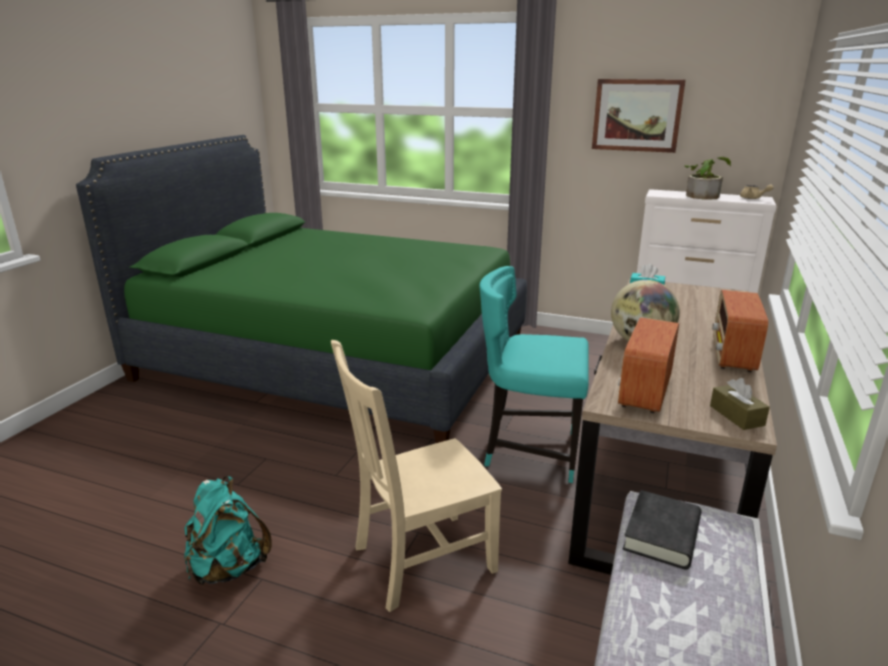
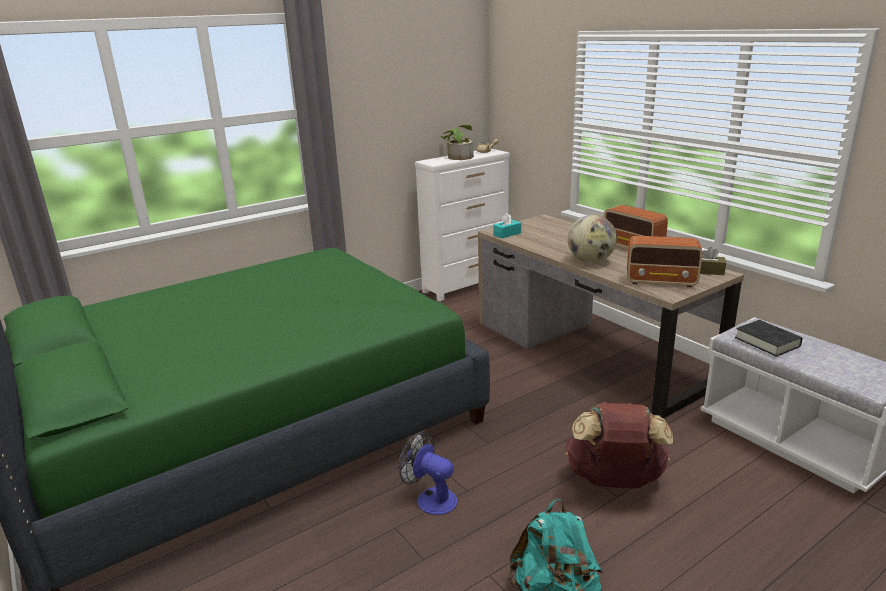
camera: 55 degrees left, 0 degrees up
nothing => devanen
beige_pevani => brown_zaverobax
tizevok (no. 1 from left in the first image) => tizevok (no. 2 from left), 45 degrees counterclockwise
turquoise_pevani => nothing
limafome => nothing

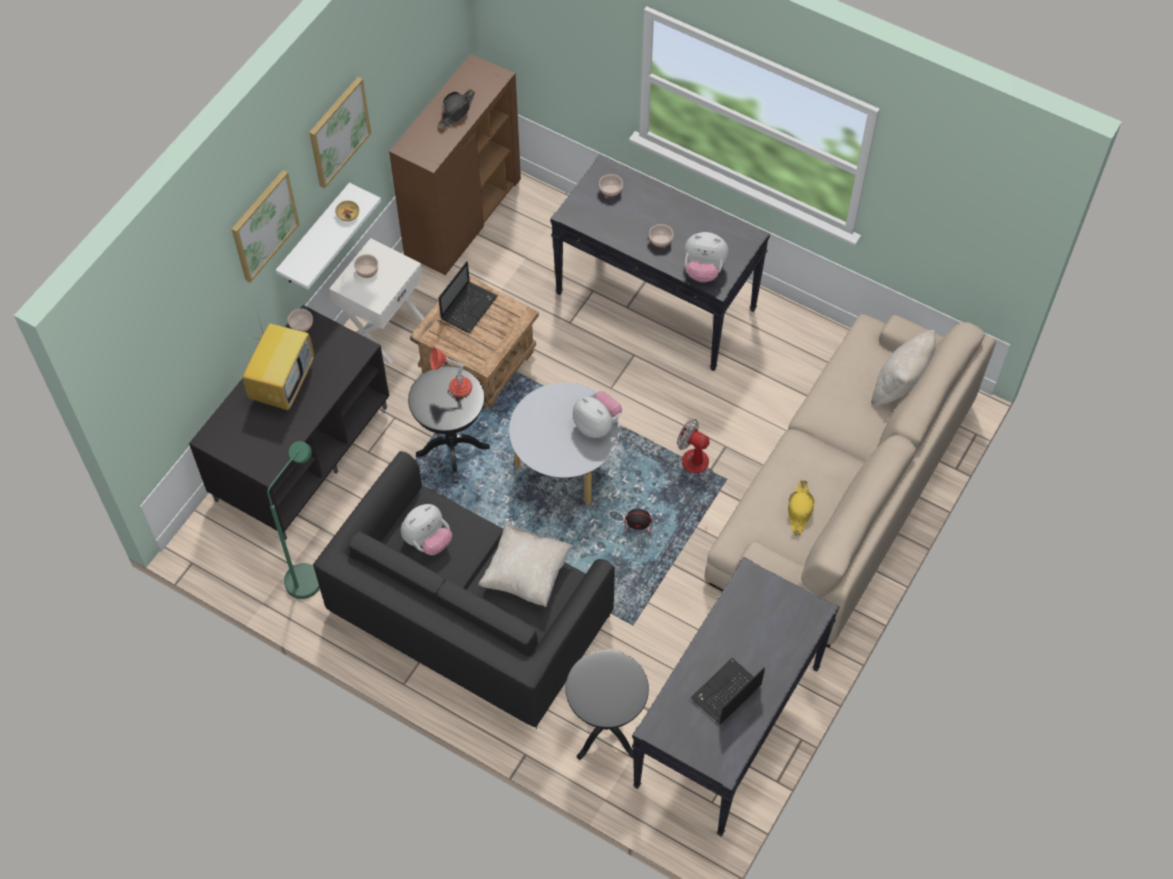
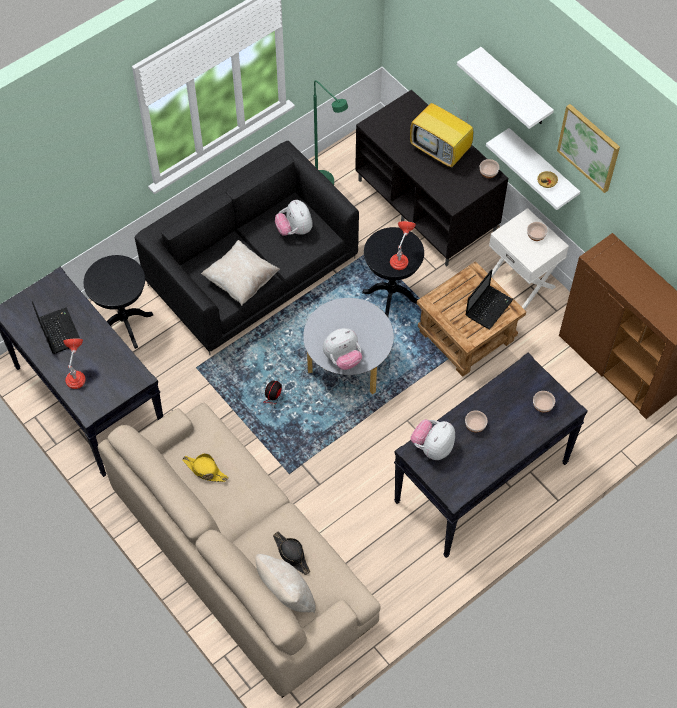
camera: 110 degrees right, 0 degrees up
nothing => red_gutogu (no. 1 from left)
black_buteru, relocated
limafome (no. 1 from left) => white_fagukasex (no. 1 from left)
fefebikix (no. 1 from left in the first image) => fefebikix (no. 2 from left), 105 degrees counterclockwise
devanen (no. 2 from left) => nothing

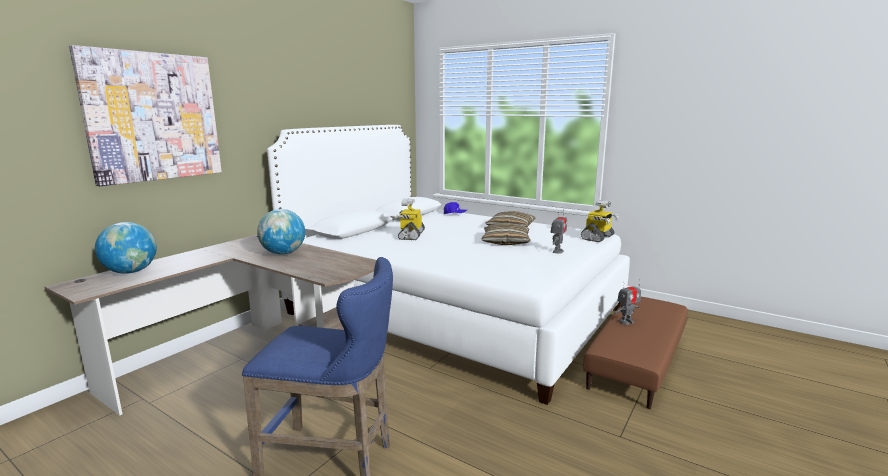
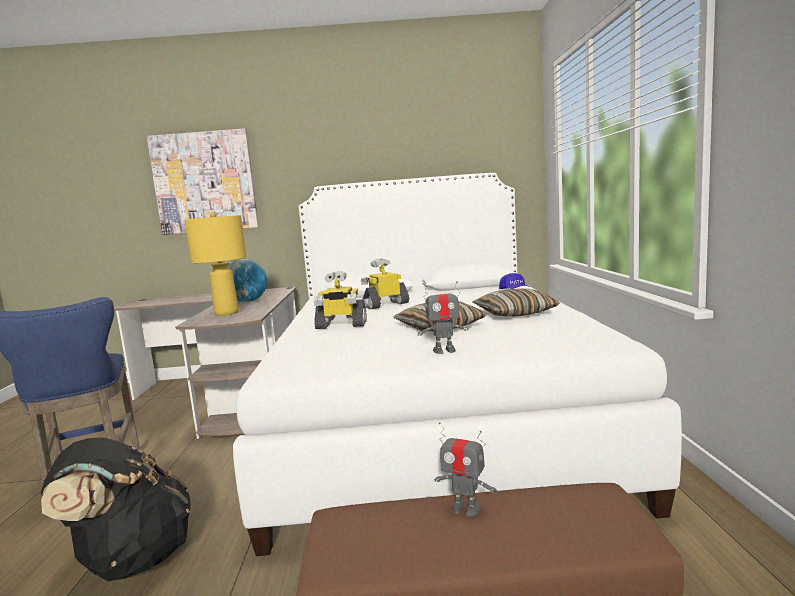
camera: 55 degrees right, 5 degrees down
nothing => black_zaverobax
nothing => yellow_gutogu
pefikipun (no. 3 from left in the first image) => pefikipun (no. 1 from left), relocated
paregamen (no. 1 from left) => nothing

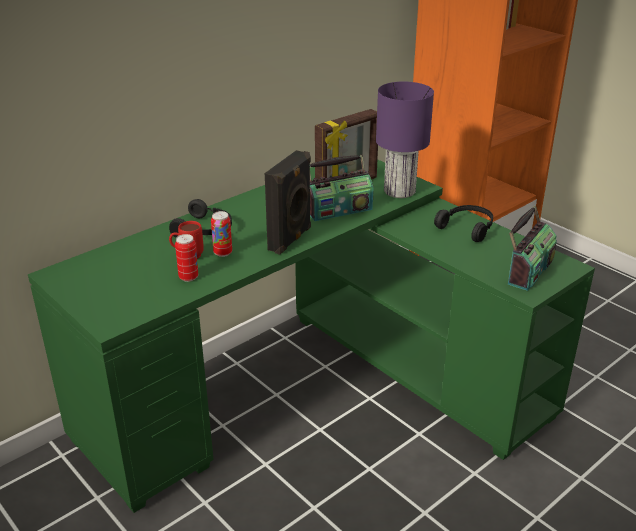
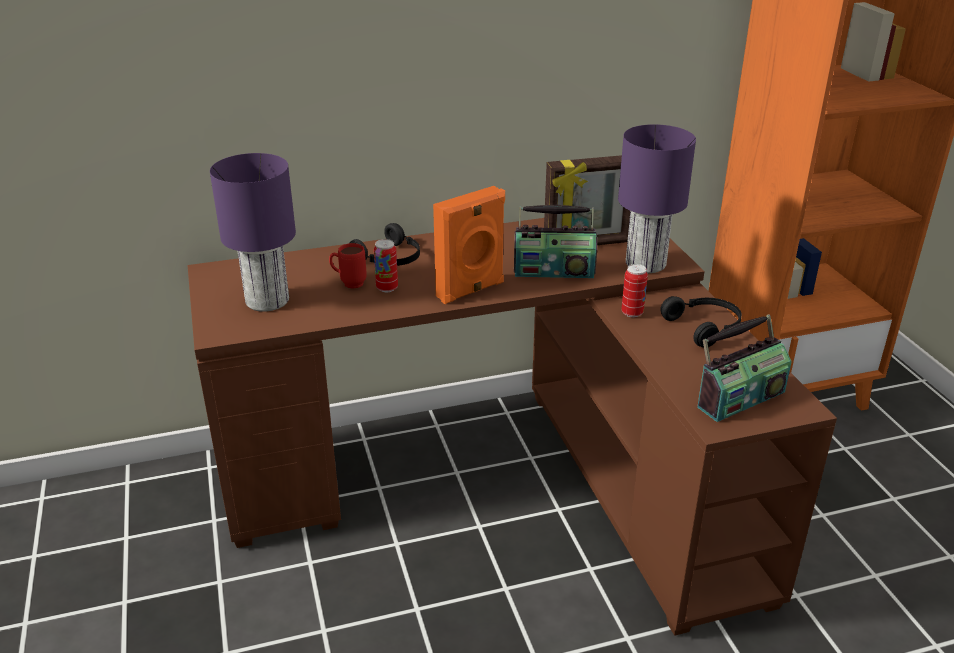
camera: 25 degrees right, 0 degrees up
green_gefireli => brown_gefireli
nothing => purple_gutogu (no. 1 from left)
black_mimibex => orange_mimibex
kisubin (no. 1 from left in the first image) => kisubin (no. 2 from left), relocated

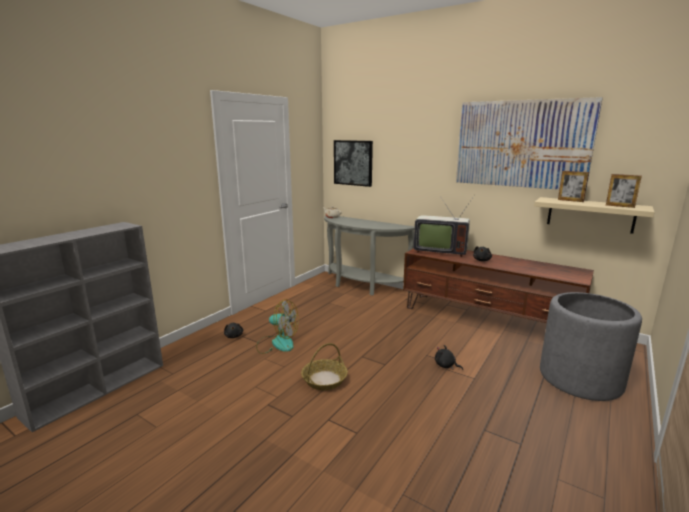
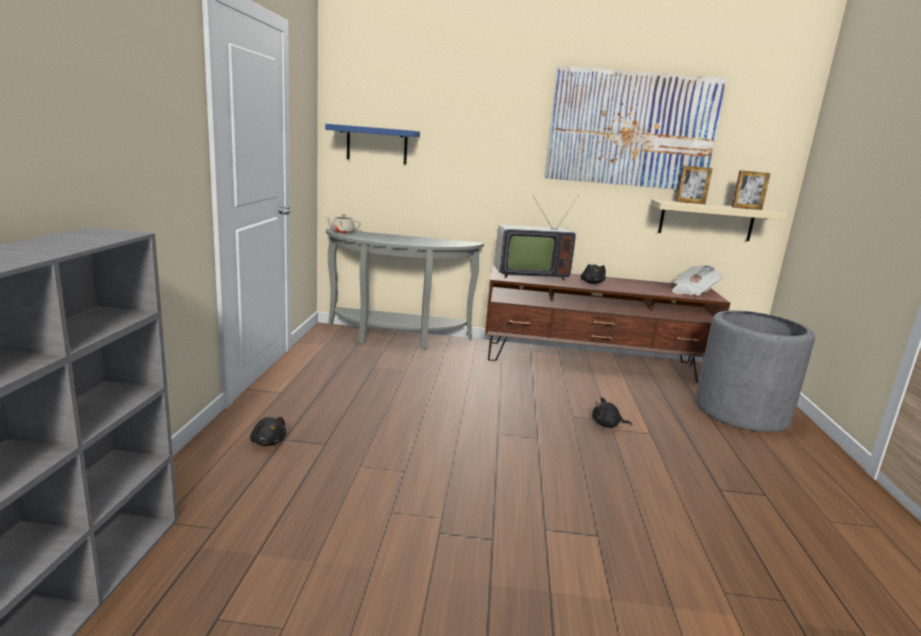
camera: 30 degrees left, 0 degrees up
limafome (no. 1 from left) => blue_fagukasex
nothing => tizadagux
devanen => nothing
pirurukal => nothing

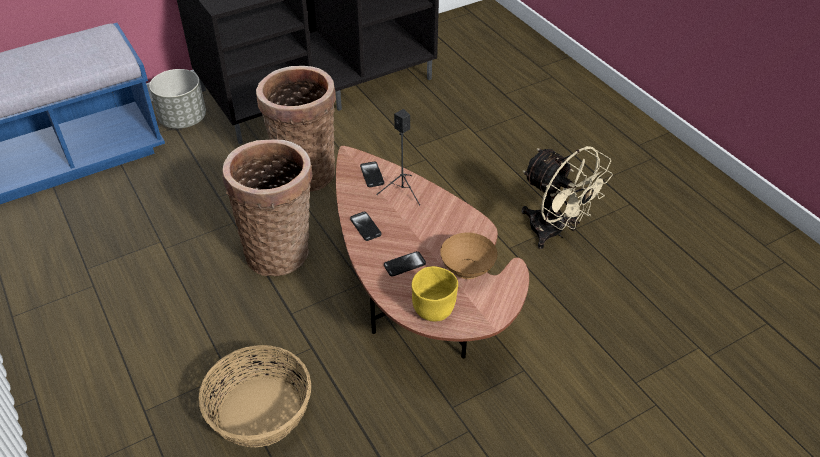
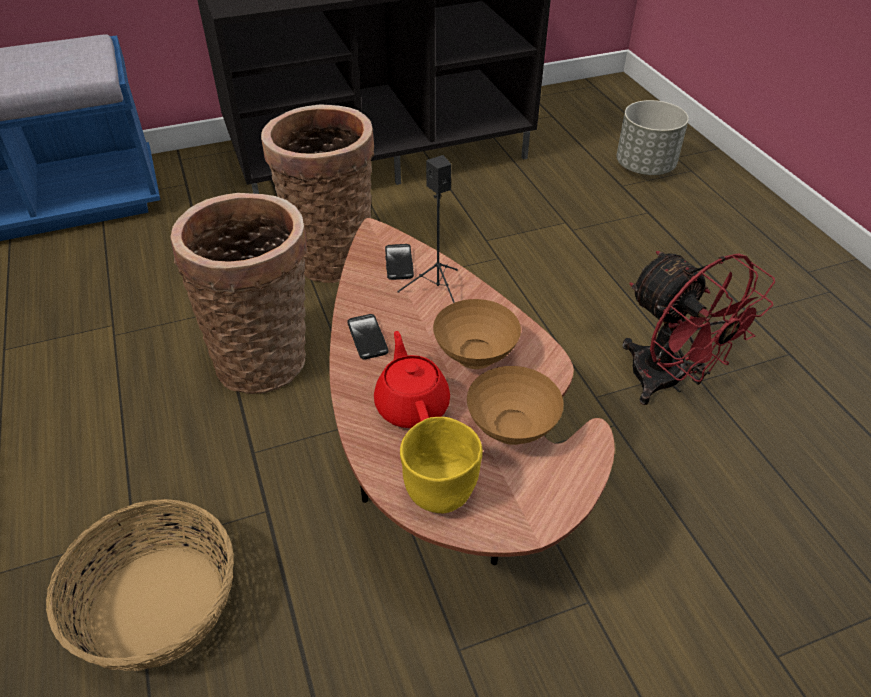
camera: 10 degrees right, 0 degrees up
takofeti (no. 3 from left) => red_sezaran
nothing => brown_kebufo (no. 1 from left)
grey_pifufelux, relocated
beige_devanen => red_devanen

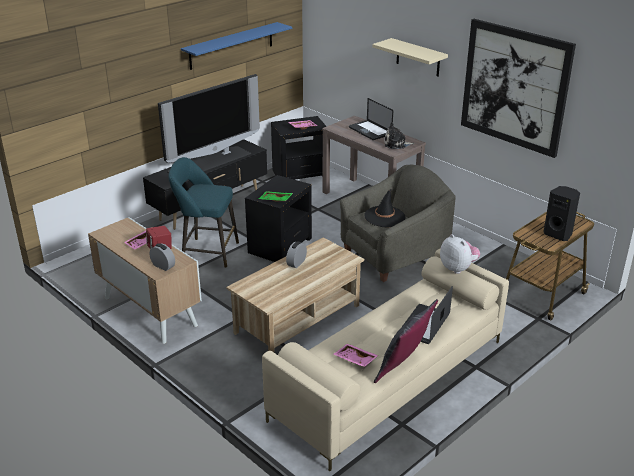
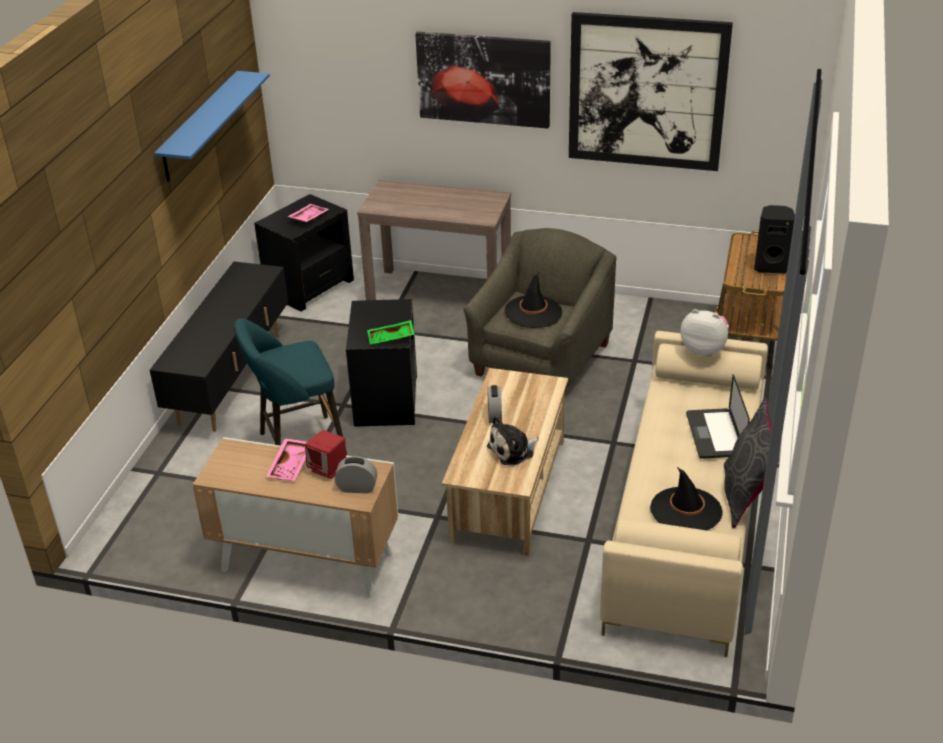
camera: 30 degrees left, 5 degrees up
beige_fagukasex => limafome (no. 1 from left)
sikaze (no. 1 from left), relocated
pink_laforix (no. 3 from left) => black_buteru (no. 2 from left)
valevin => nothing
fefebikix (no. 1 from left) => nothing

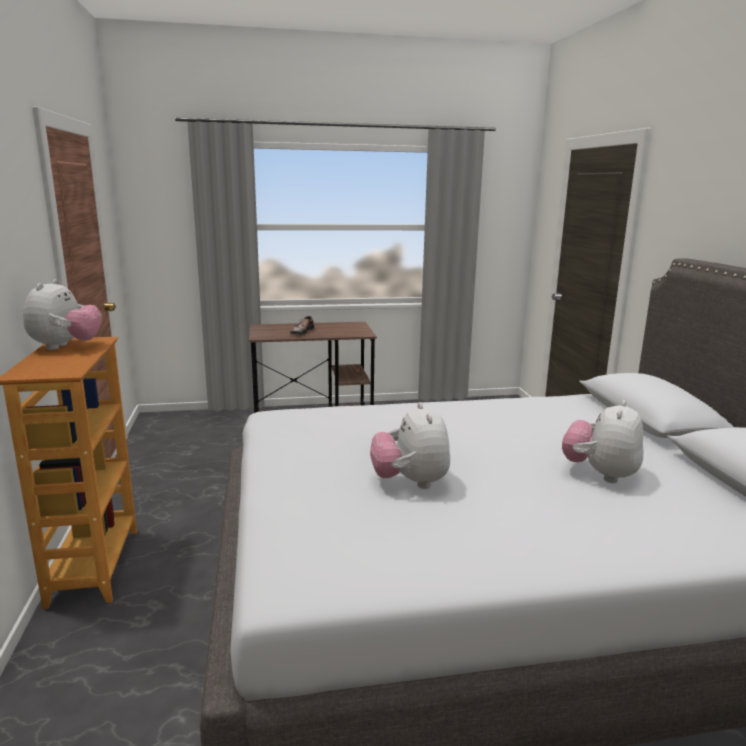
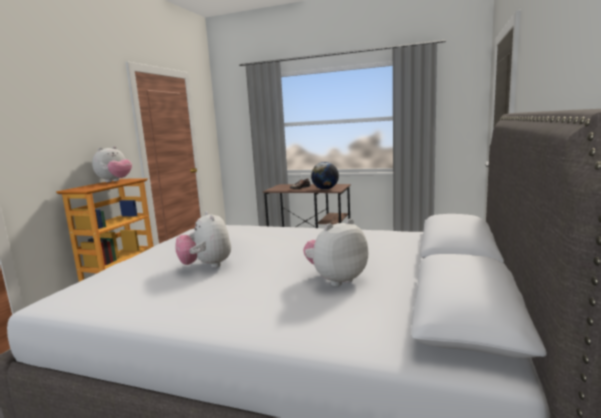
camera: 30 degrees right, 5 degrees down
sikaze (no. 2 from left), 45 degrees counterclockwise
nothing => paregamen

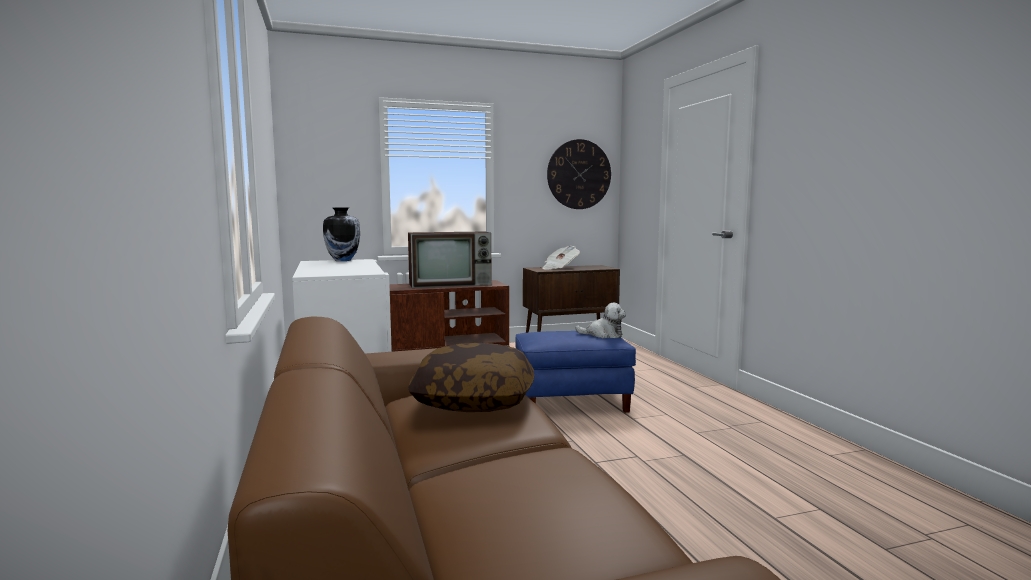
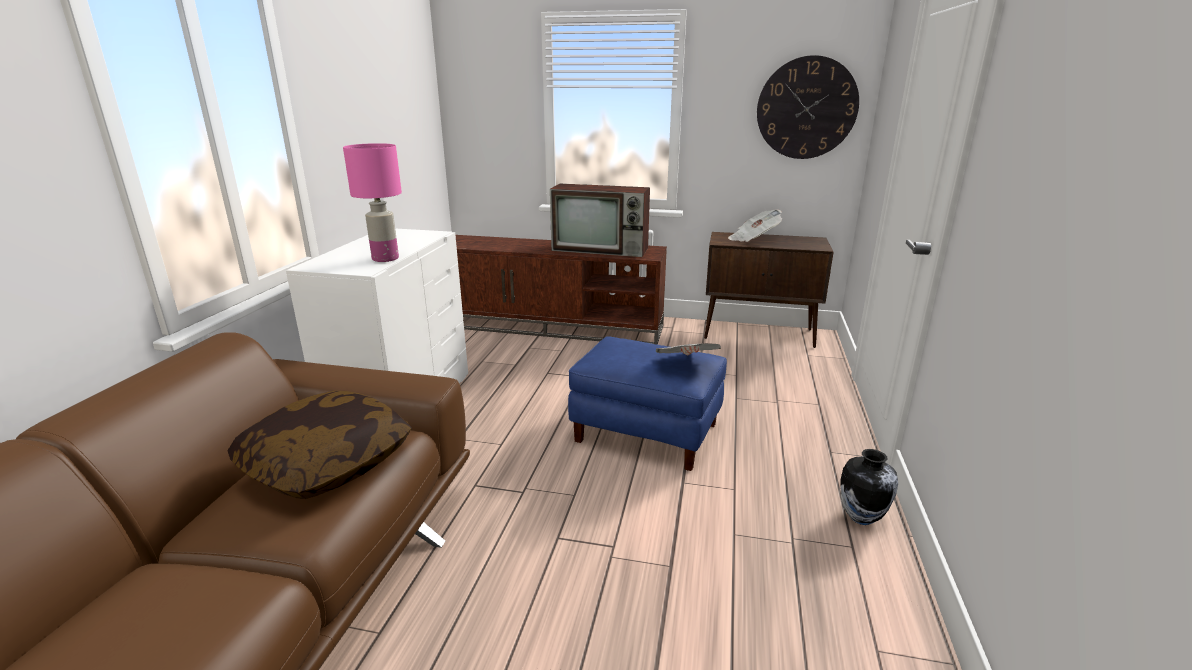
camera: 30 degrees right, 15 degrees up
nothing => pink_gutogu
sikaze => tizadagux (no. 1 from left)
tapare, relocated

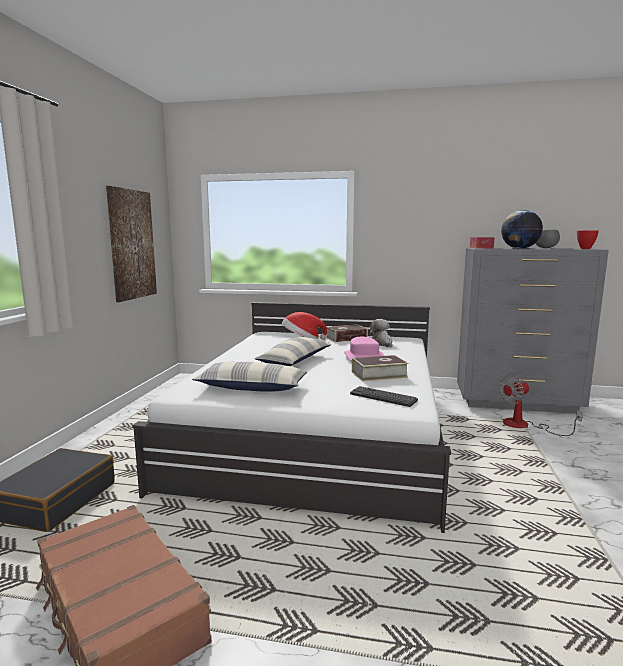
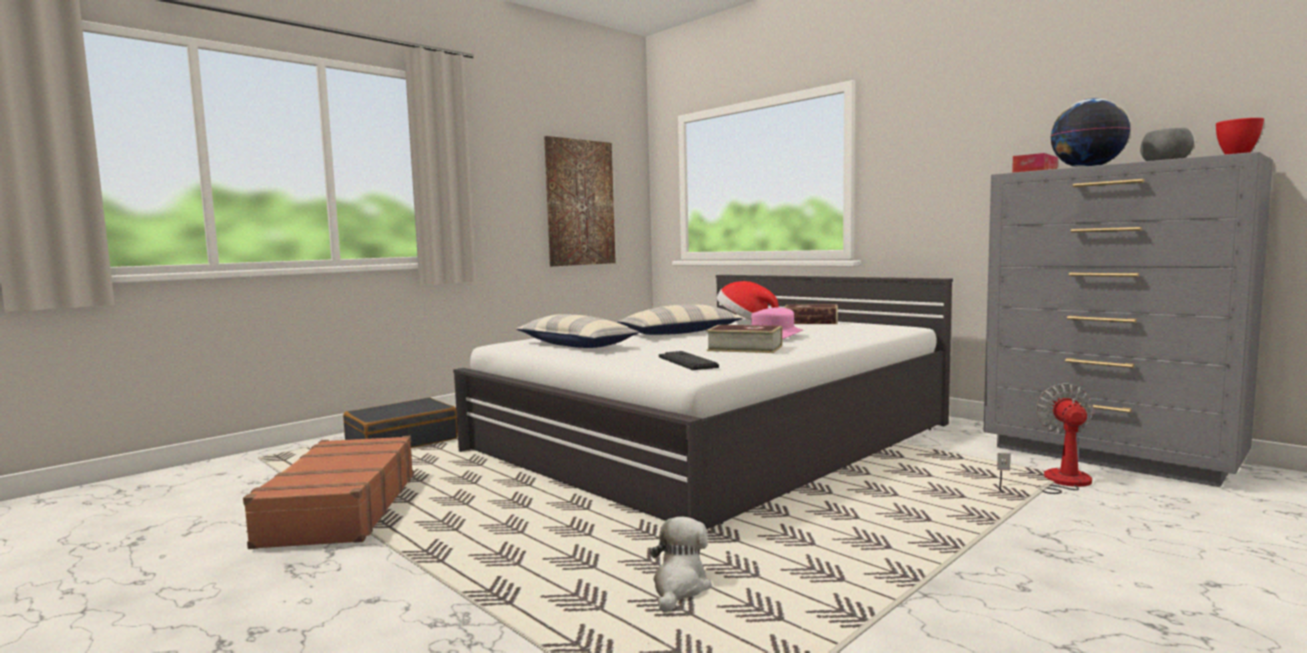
camera: 35 degrees right, 5 degrees down
sikaze, relocated
devanen, 90 degrees clockwise

